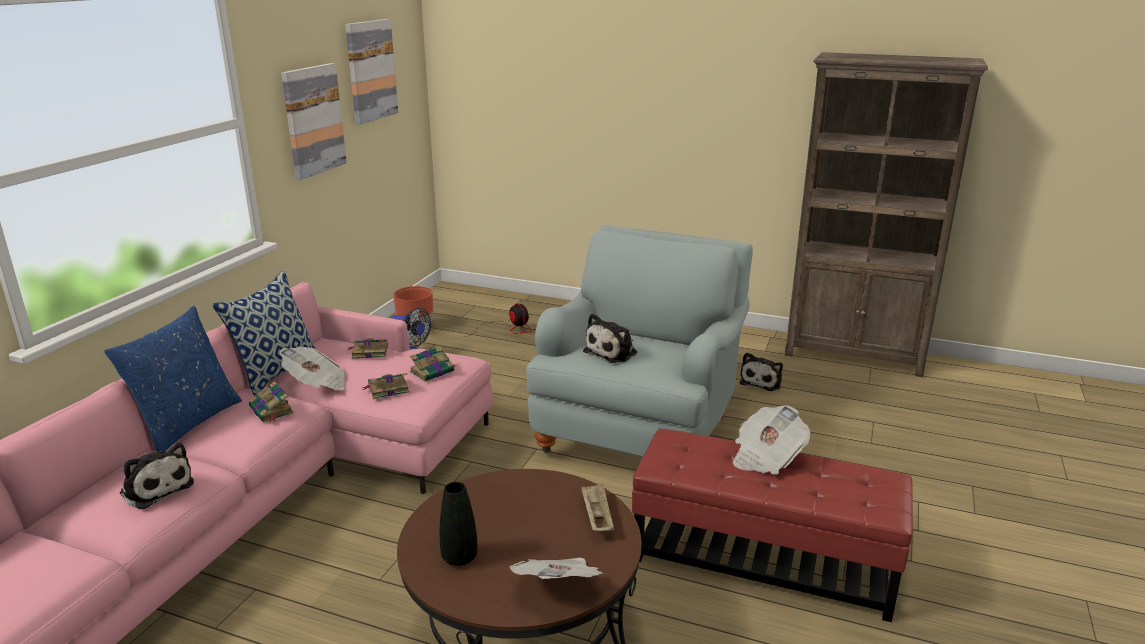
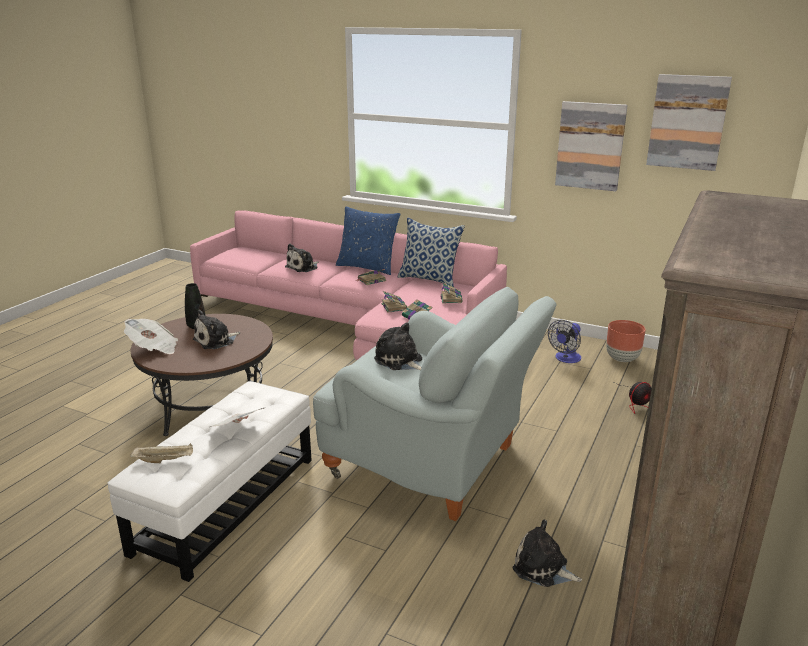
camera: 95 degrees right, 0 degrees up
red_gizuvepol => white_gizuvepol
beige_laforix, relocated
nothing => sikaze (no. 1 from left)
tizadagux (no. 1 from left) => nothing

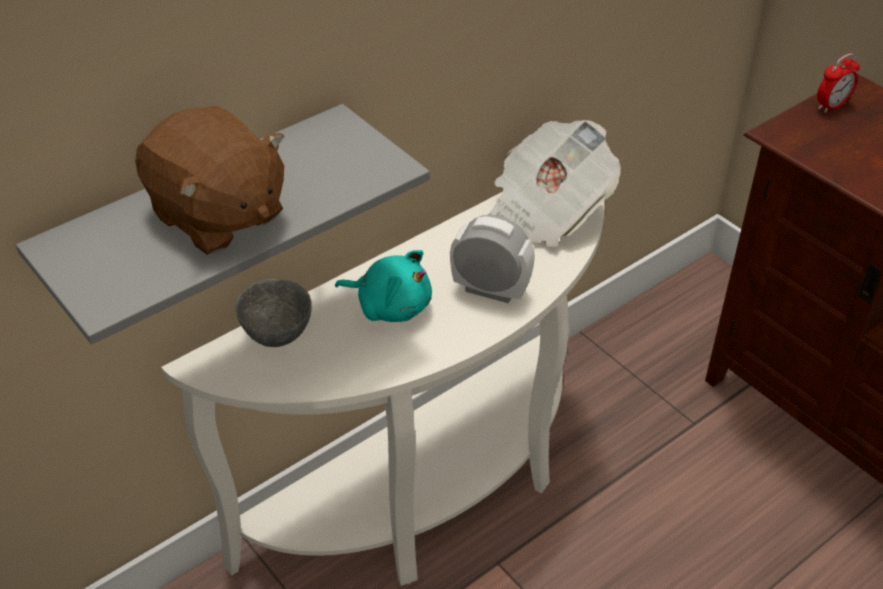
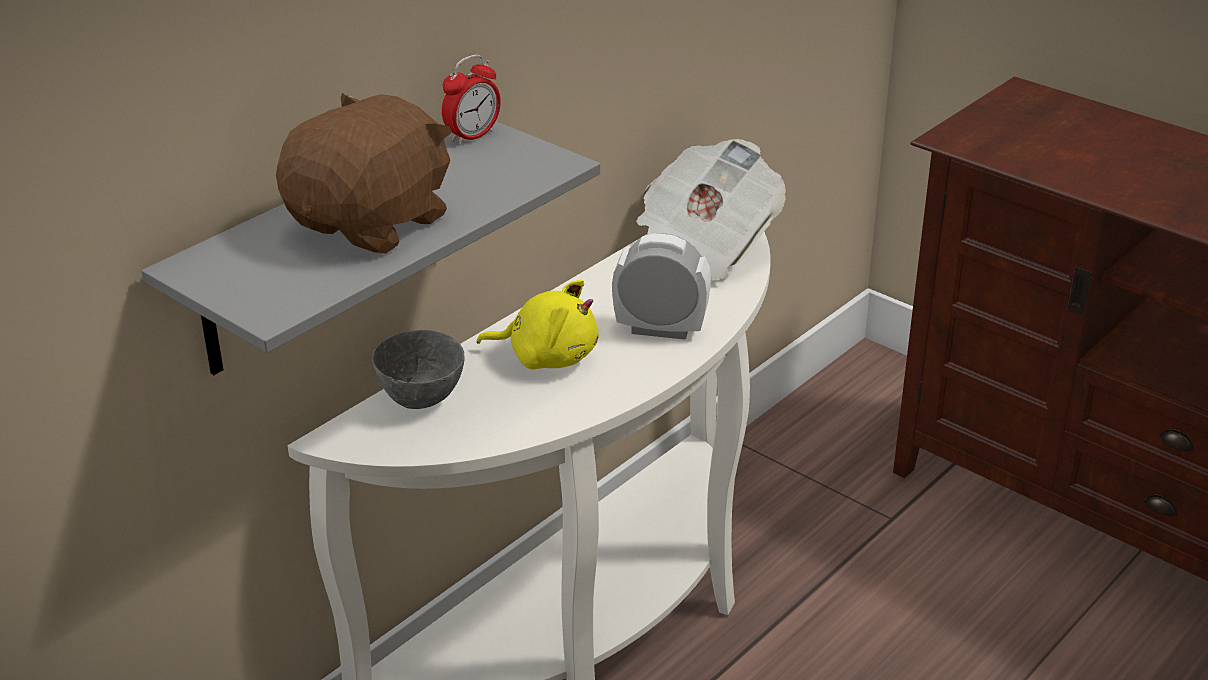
camera: 10 degrees left, 10 degrees down
brown_sikaze, 90 degrees counterclockwise
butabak (no. 2 from left in the first image) => butabak (no. 1 from left), relocated
turquoise_sikaze => yellow_sikaze

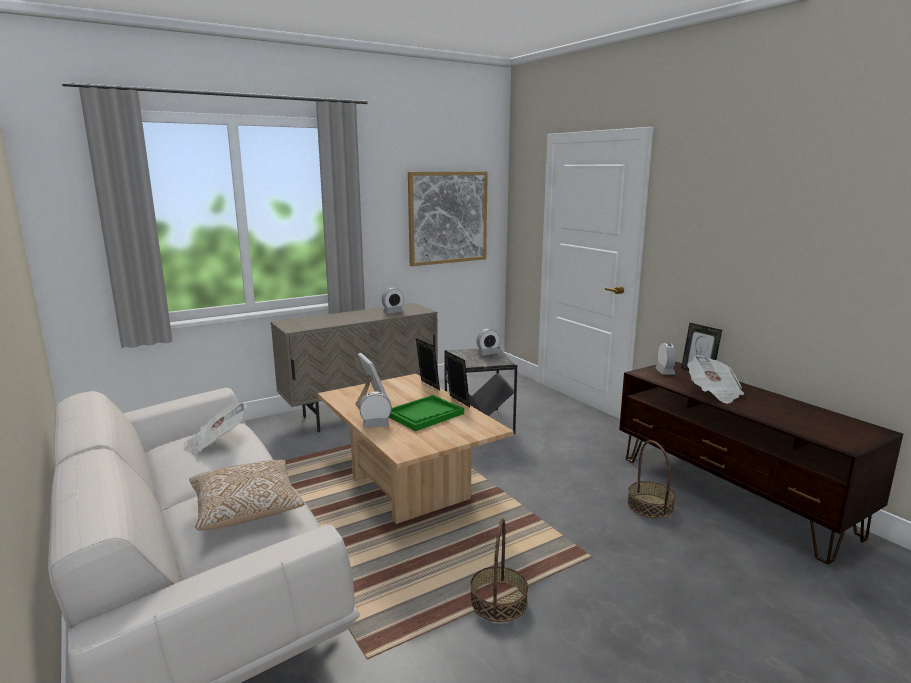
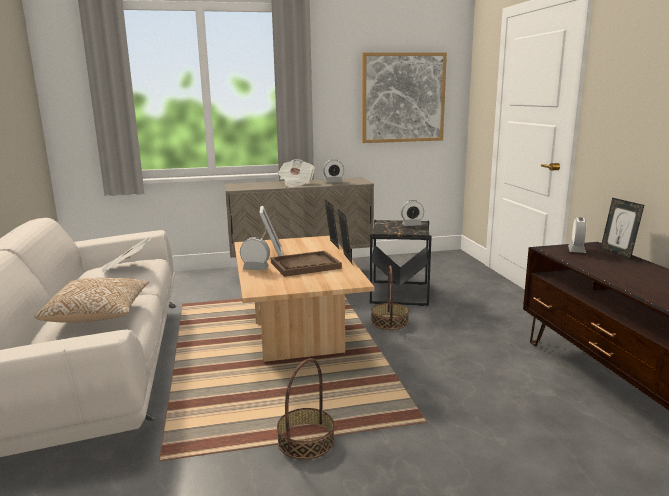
camera: 20 degrees right, 0 degrees up
green_laforix => brown_laforix
tizadagux (no. 2 from left), relocated
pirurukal (no. 2 from left), relocated

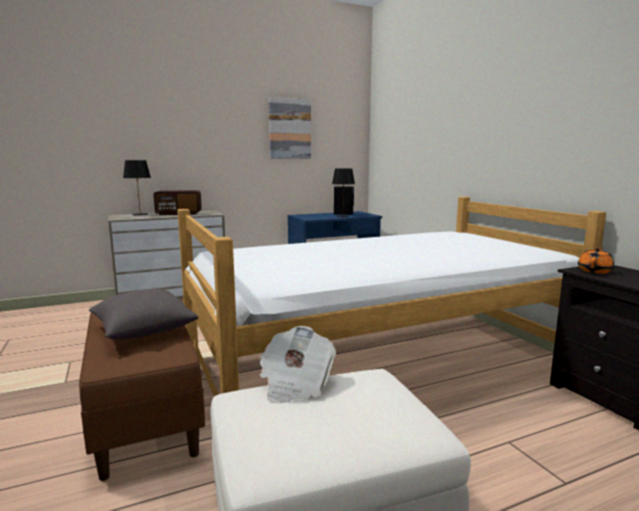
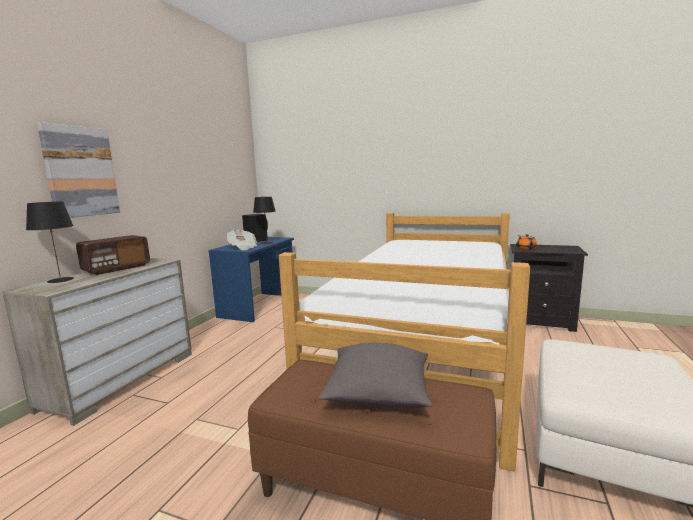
camera: 45 degrees left, 0 degrees up
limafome, relocated
tizadagux, relocated

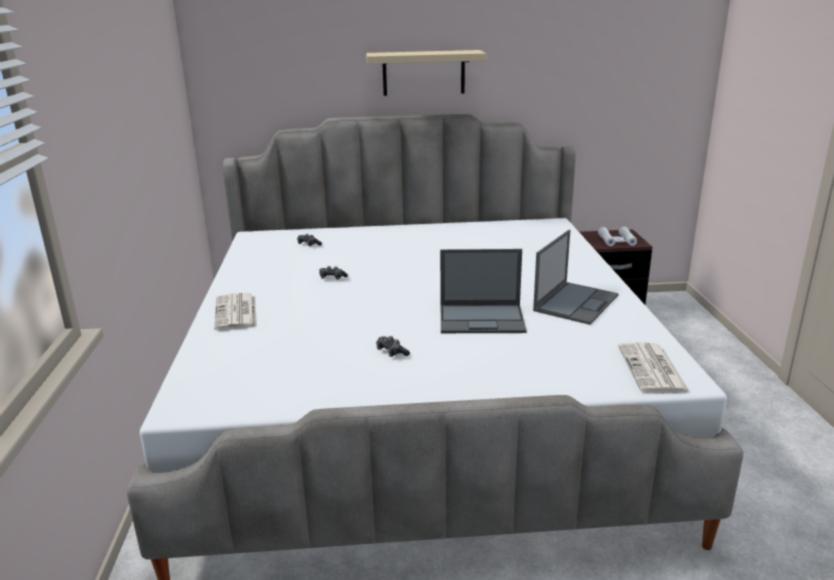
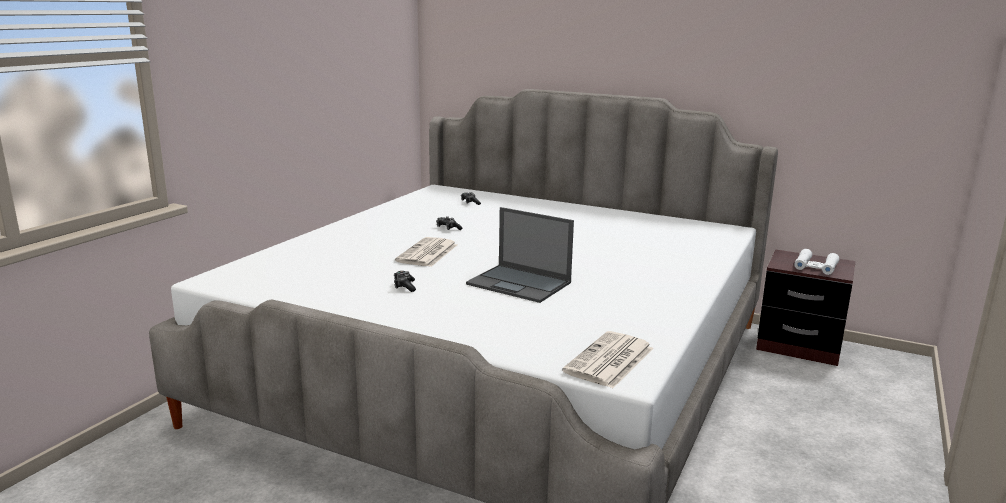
camera: 30 degrees right, 5 degrees down
tizadagux (no. 1 from left), relocated
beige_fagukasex => nothing
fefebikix (no. 2 from left) => nothing

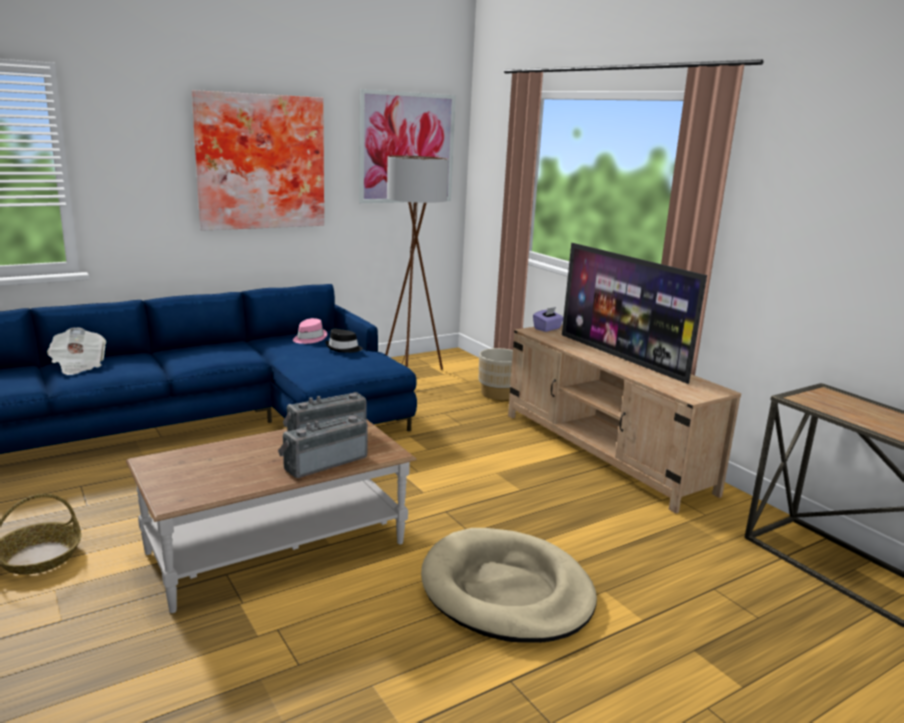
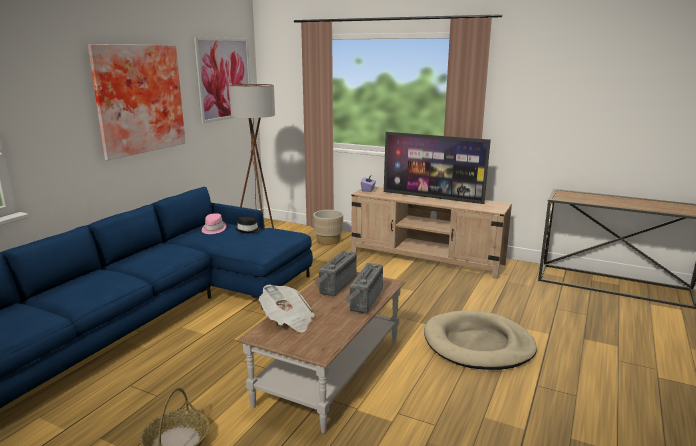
camera: 30 degrees left, 0 degrees up
tizadagux, relocated

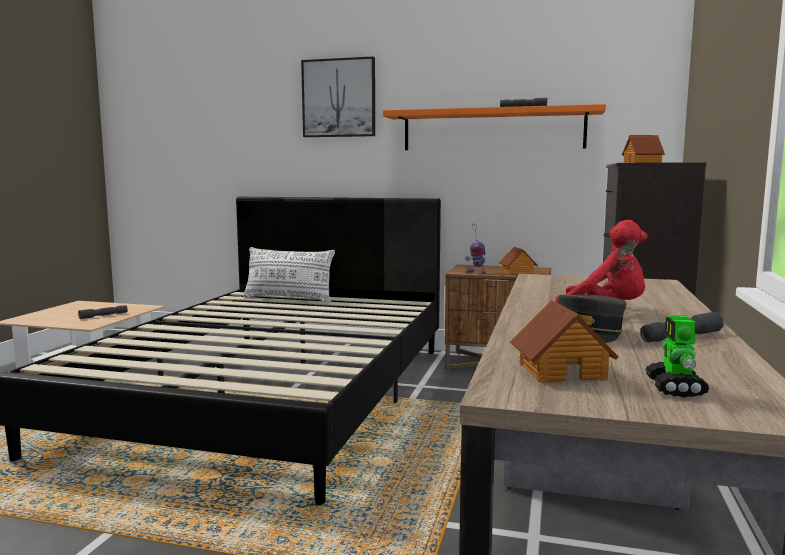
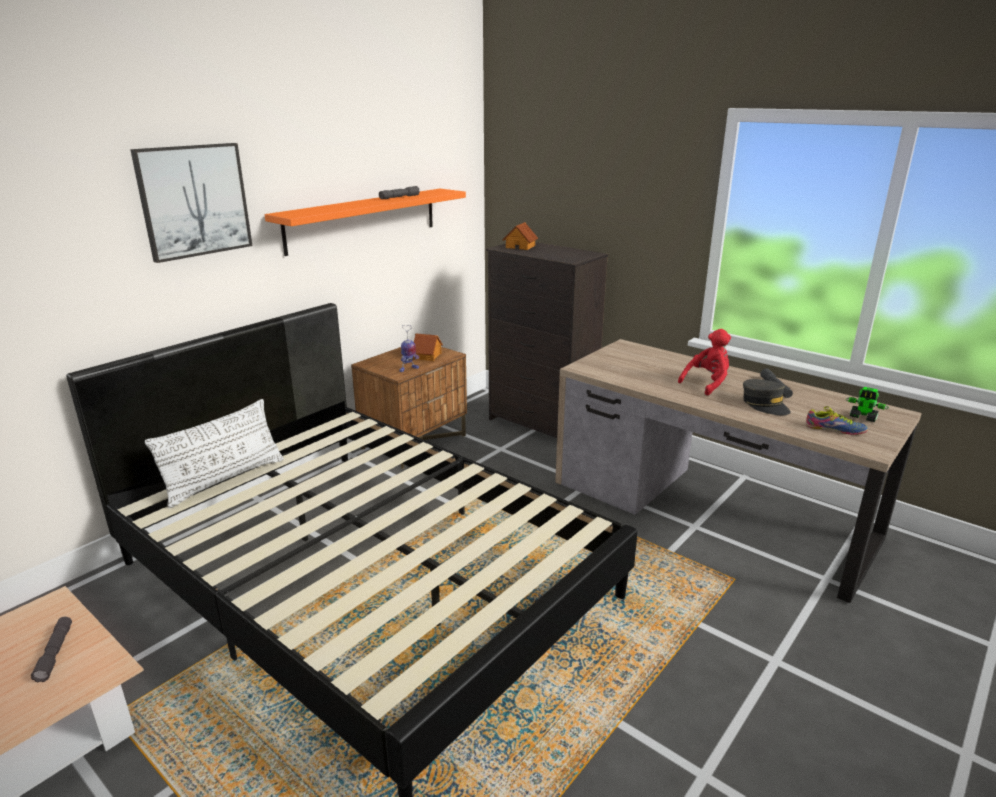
camera: 65 degrees left, 15 degrees up
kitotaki (no. 2 from left) => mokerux

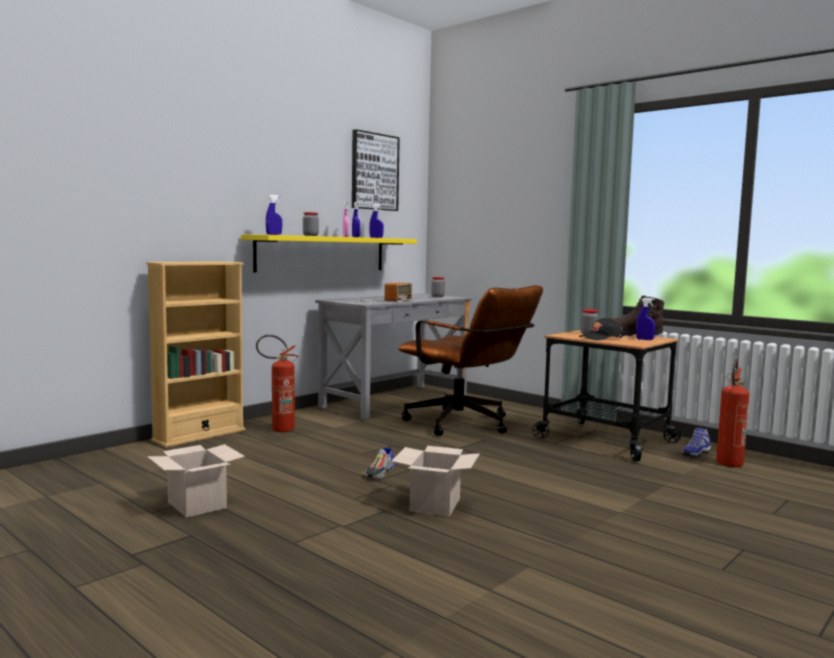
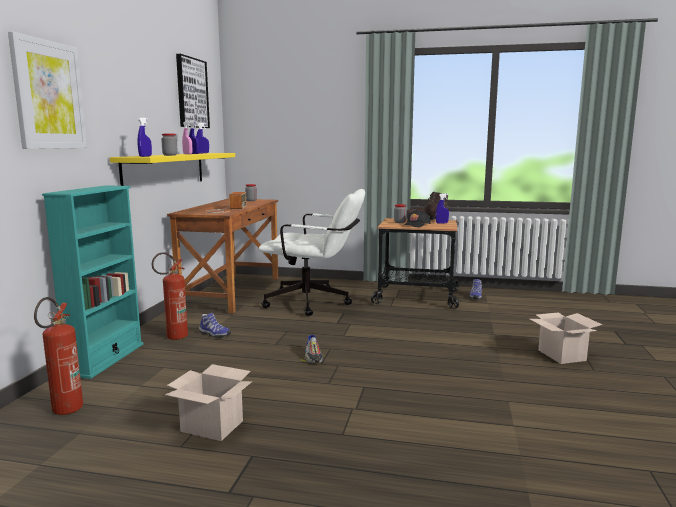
camera: 30 degrees left, 5 degrees up
nothing => limafome (no. 1 from left)
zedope (no. 2 from left in the first image) => zedope (no. 1 from left), relocated
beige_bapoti => turquoise_bapoti
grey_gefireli => brown_gefireli
nothing => mokerux (no. 1 from left)
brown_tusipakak => white_tusipakak
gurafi (no. 2 from left), relocated

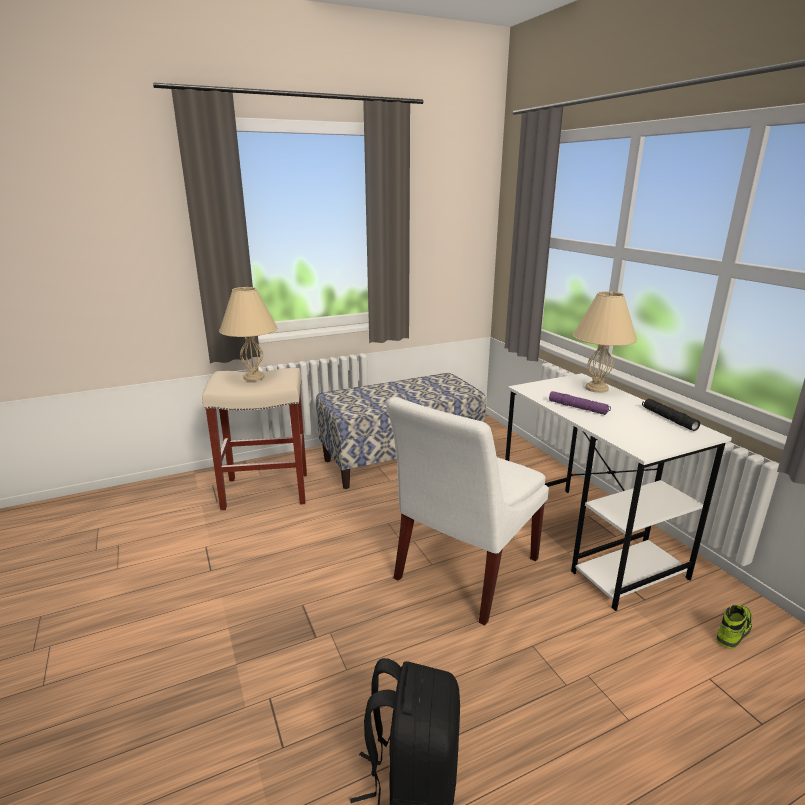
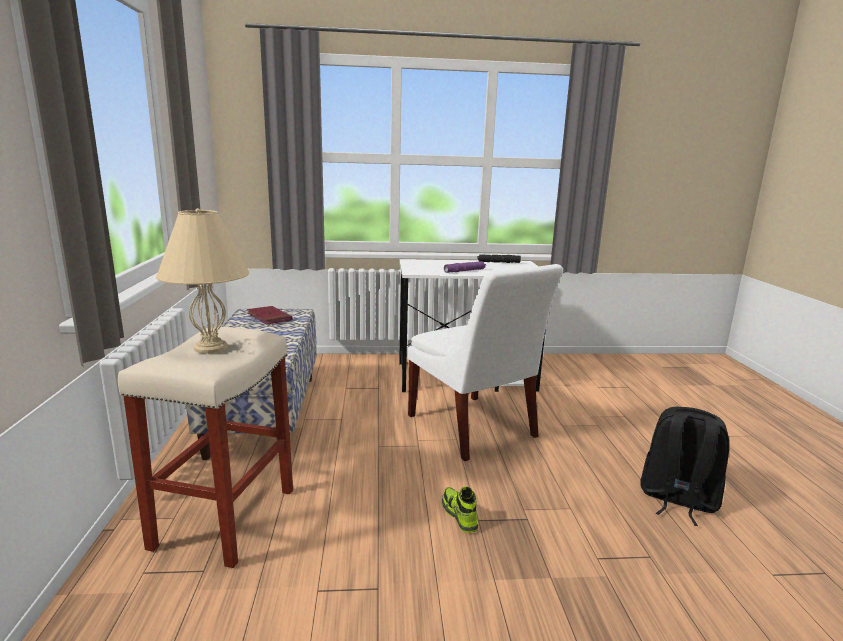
camera: 70 degrees left, 5 degrees down
nothing => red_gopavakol
mokerux, relocated
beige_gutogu (no. 2 from left) => nothing

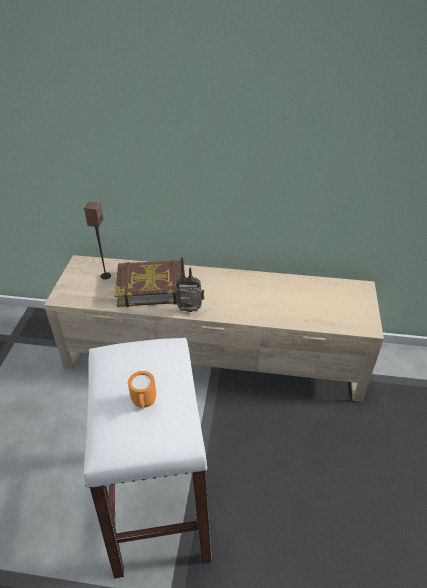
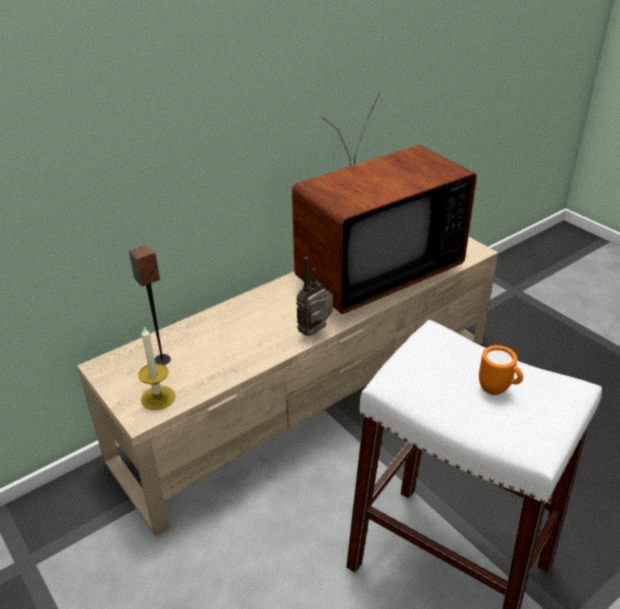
camera: 45 degrees left, 5 degrees down
nothing => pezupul
nothing => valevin
gopavakol => nothing

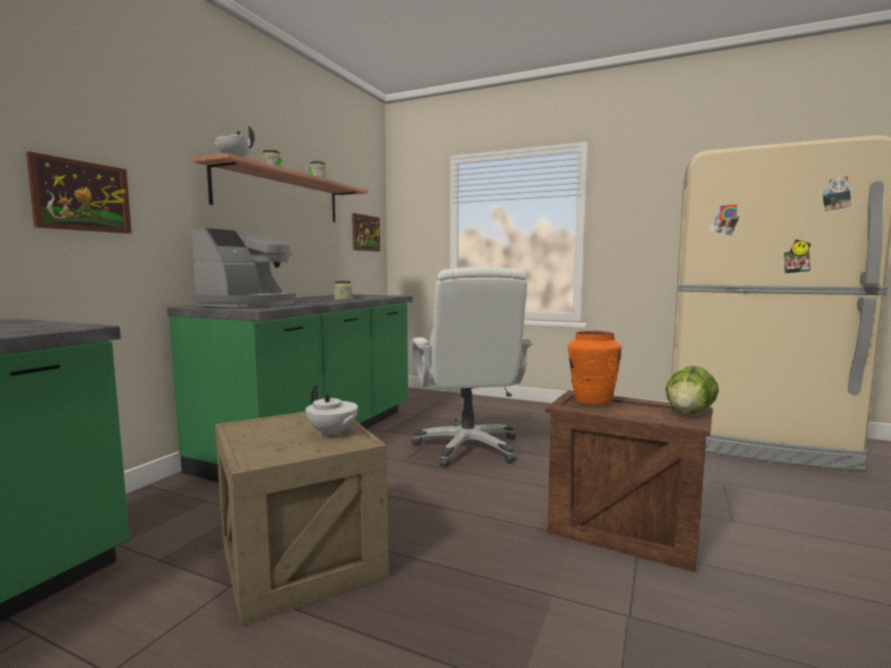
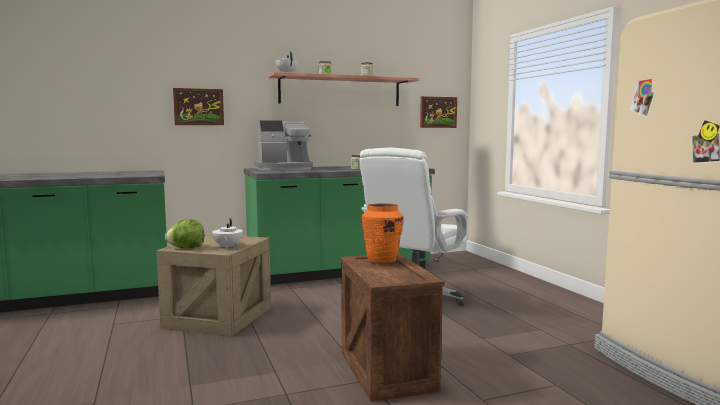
camera: 45 degrees right, 0 degrees up
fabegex, relocated

